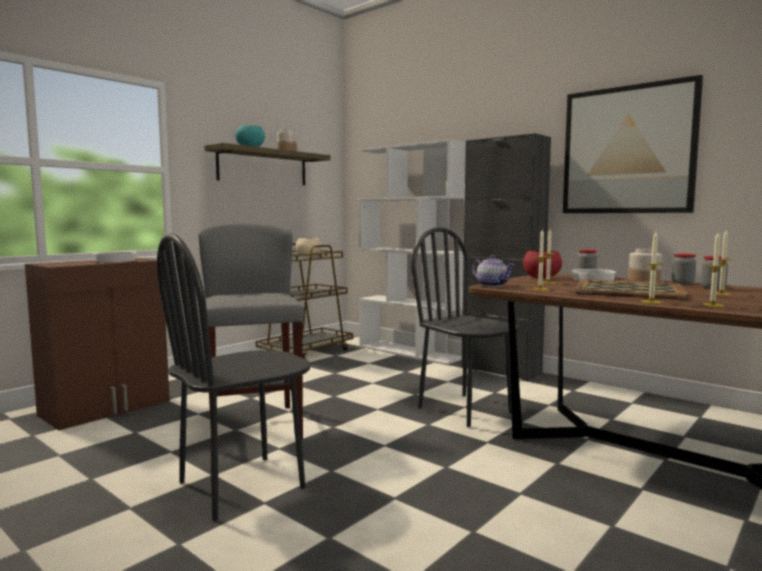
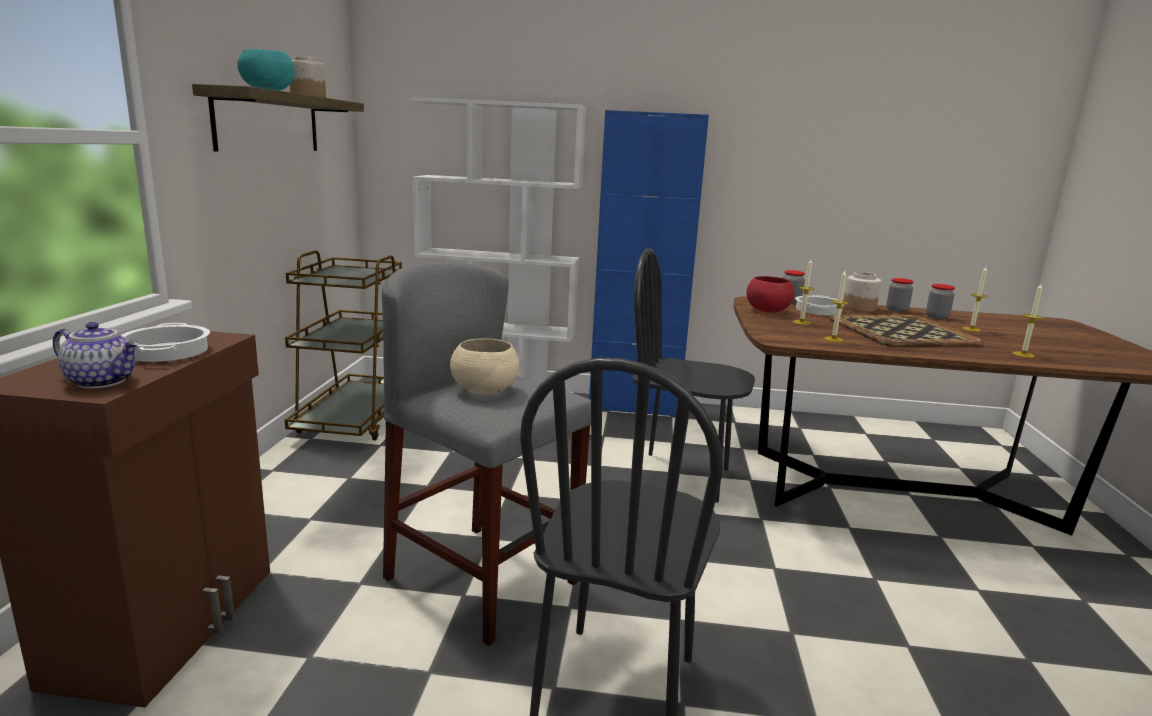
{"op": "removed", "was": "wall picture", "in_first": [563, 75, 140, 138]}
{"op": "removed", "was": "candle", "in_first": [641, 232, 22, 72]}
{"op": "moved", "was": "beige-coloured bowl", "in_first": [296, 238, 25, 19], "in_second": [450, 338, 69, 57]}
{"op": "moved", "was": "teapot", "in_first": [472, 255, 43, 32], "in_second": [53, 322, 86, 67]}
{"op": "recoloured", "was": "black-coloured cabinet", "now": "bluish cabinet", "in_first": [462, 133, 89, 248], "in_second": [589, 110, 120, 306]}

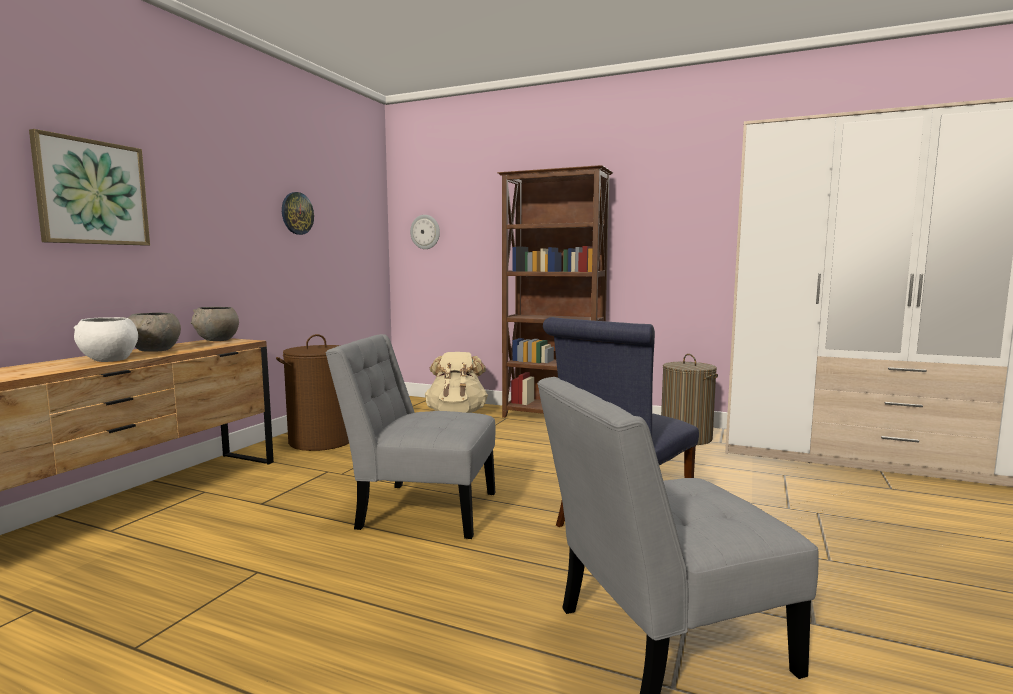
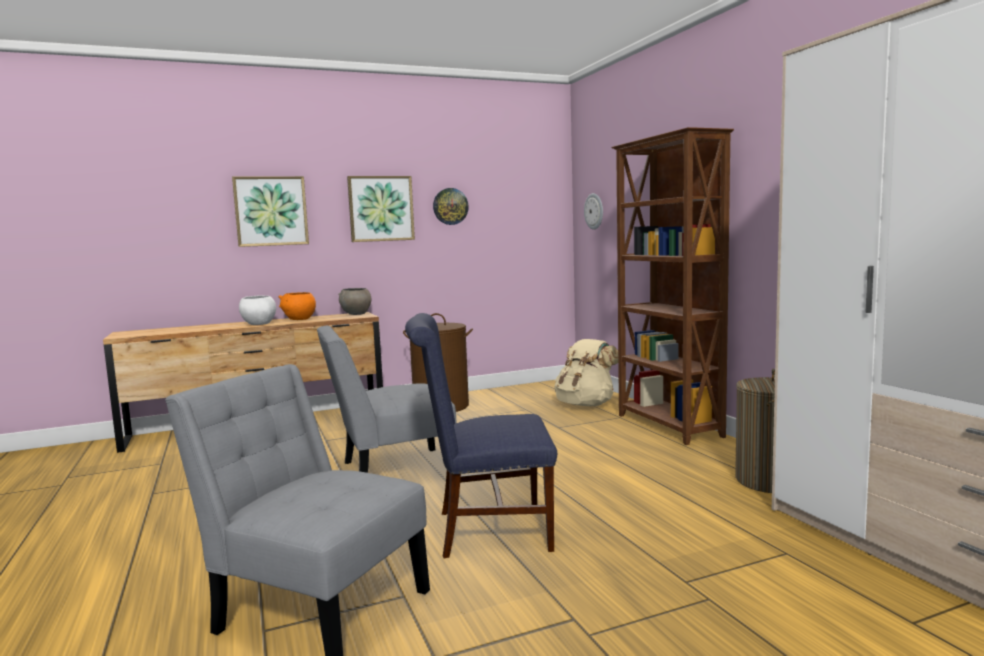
{"op": "added", "now": "wall picture", "in_second": [347, 176, 68, 66]}
{"op": "recoloured", "was": "greyish bowl", "now": "orange-coloured bowl", "in_first": [122, 313, 59, 39], "in_second": [278, 292, 38, 28]}
{"op": "turned", "was": "greyish chair", "in_first": [325, 334, 170, 205], "in_second": [317, 326, 139, 147], "clockwise": -75}

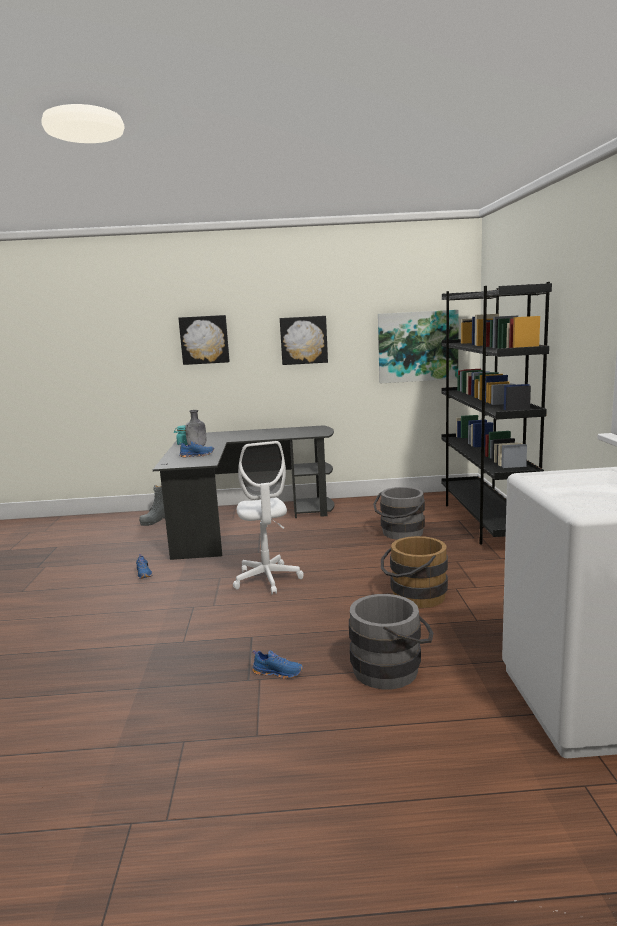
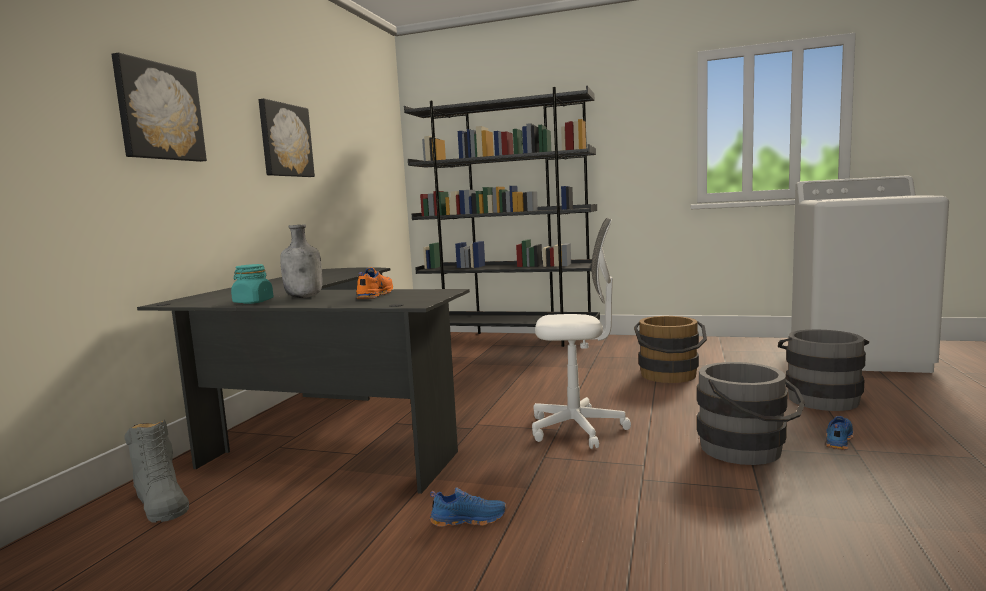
{"op": "removed", "was": "wall picture", "in_first": [378, 310, 81, 73]}
{"op": "moved", "was": "greyish pail", "in_first": [373, 487, 52, 53], "in_second": [697, 362, 108, 103]}
{"op": "recoloured", "was": "bluish item of footwear", "now": "orange-coloured item of footwear", "in_first": [179, 441, 35, 16], "in_second": [356, 267, 37, 32]}

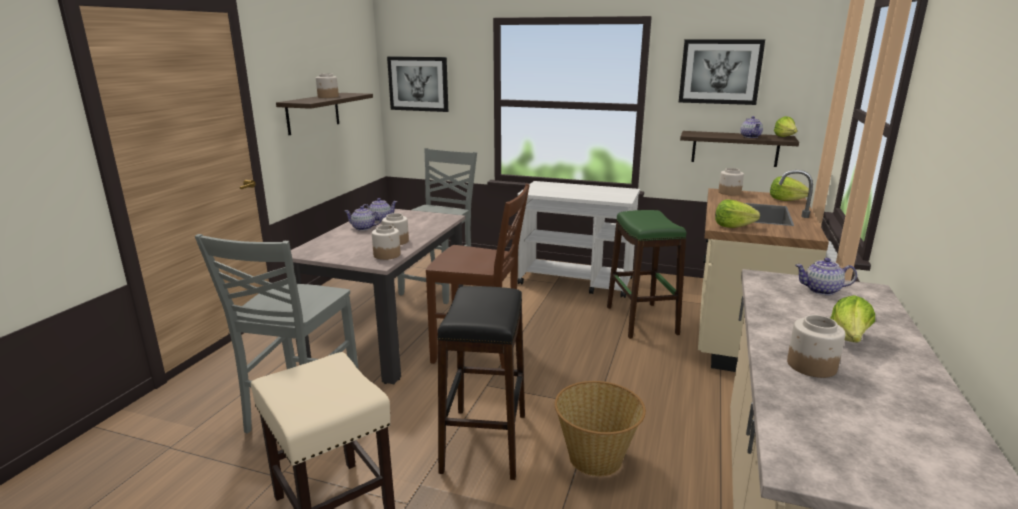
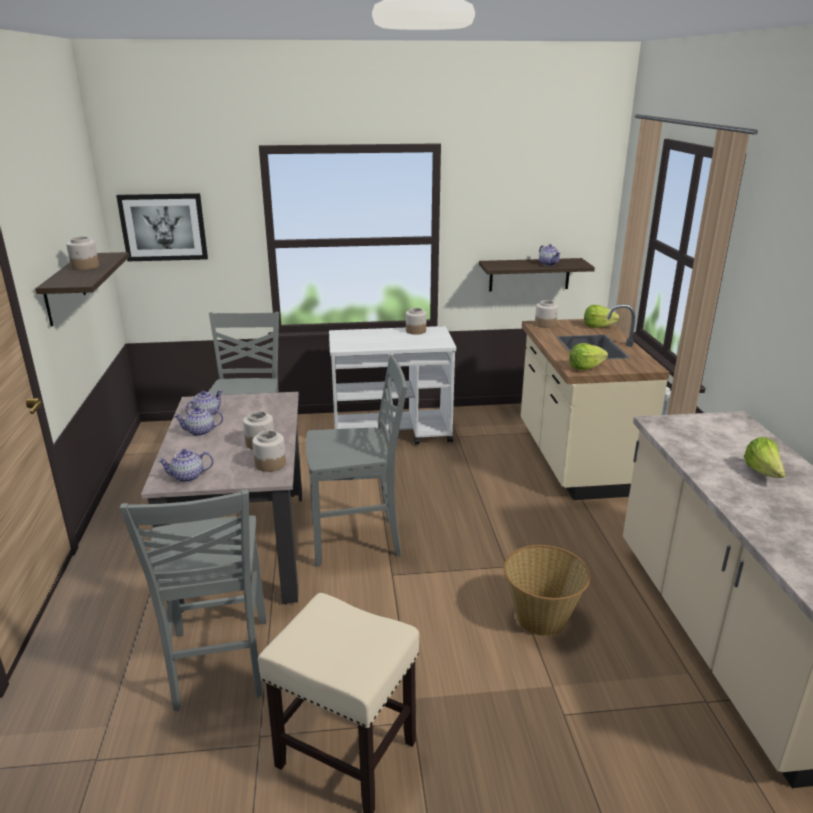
{"op": "removed", "was": "black-coloured stool", "in_first": [438, 286, 87, 194]}
{"op": "removed", "was": "green-coloured stool", "in_first": [607, 210, 79, 129]}
{"op": "removed", "was": "wall picture", "in_first": [679, 39, 86, 66]}
{"op": "removed", "was": "head of lettuce", "in_first": [774, 116, 23, 21]}
{"op": "moved", "was": "preserve jar", "in_first": [787, 315, 59, 63], "in_second": [406, 308, 20, 27]}
{"op": "moved", "was": "teapot", "in_first": [795, 258, 62, 37], "in_second": [157, 449, 57, 33]}
{"op": "recoloured", "was": "brownish chair", "now": "greyish chair", "in_first": [426, 184, 104, 185], "in_second": [306, 355, 102, 211]}

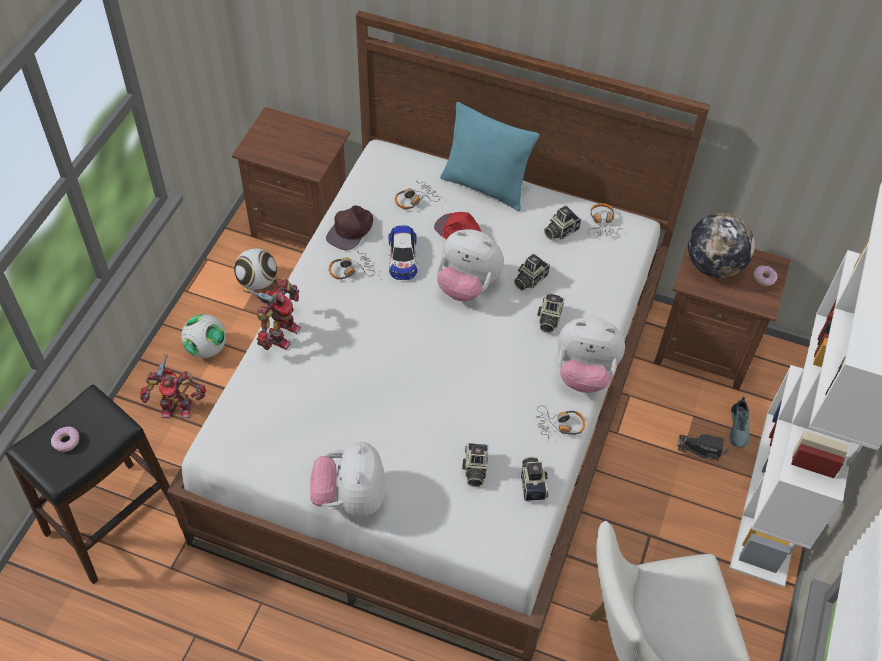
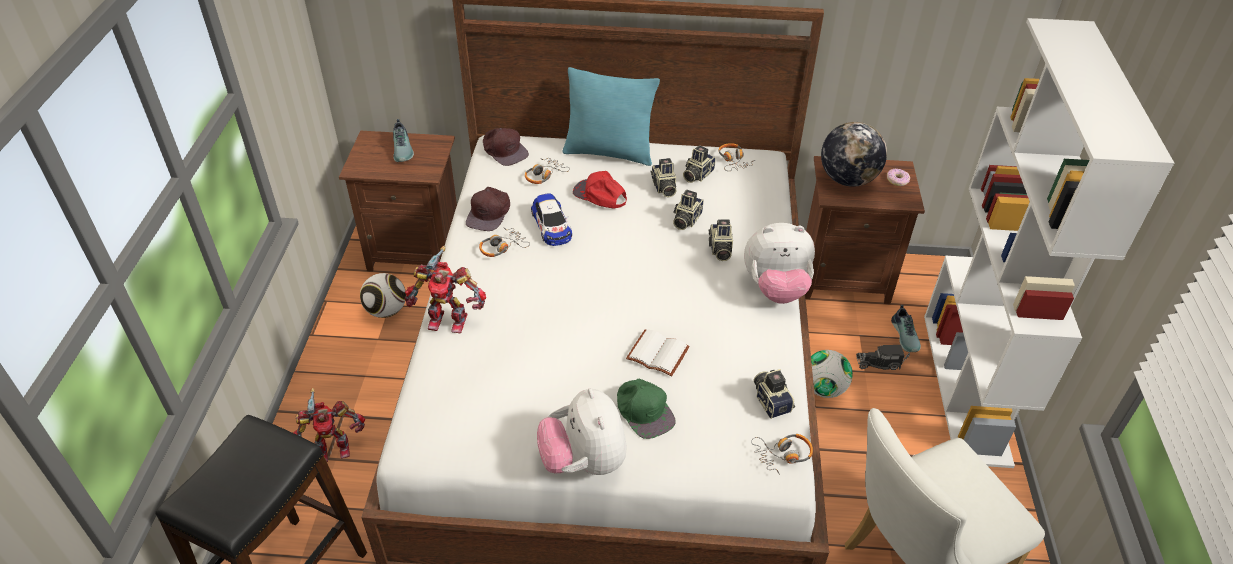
{"op": "removed", "was": "donut", "in_first": [51, 426, 28, 26]}
{"op": "removed", "was": "plush toy", "in_first": [437, 229, 67, 72]}
{"op": "added", "now": "item of footwear", "in_second": [393, 119, 21, 43]}
{"op": "added", "now": "brownish cap", "in_second": [483, 128, 46, 38]}
{"op": "added", "now": "green-coloured cap", "in_second": [617, 379, 59, 60]}
{"op": "added", "now": "white bound book", "in_second": [626, 329, 64, 48]}
{"op": "moved", "was": "ball for football", "in_first": [181, 314, 45, 44], "in_second": [811, 350, 42, 48]}
{"op": "moved", "was": "photo camera", "in_first": [462, 443, 26, 44], "in_second": [651, 158, 26, 39]}
{"op": "moved", "was": "headset", "in_first": [536, 405, 49, 34], "in_second": [751, 434, 62, 41]}
{"op": "turned", "was": "robot figure", "in_first": [244, 278, 57, 72], "in_second": [405, 246, 81, 87], "clockwise": 90}

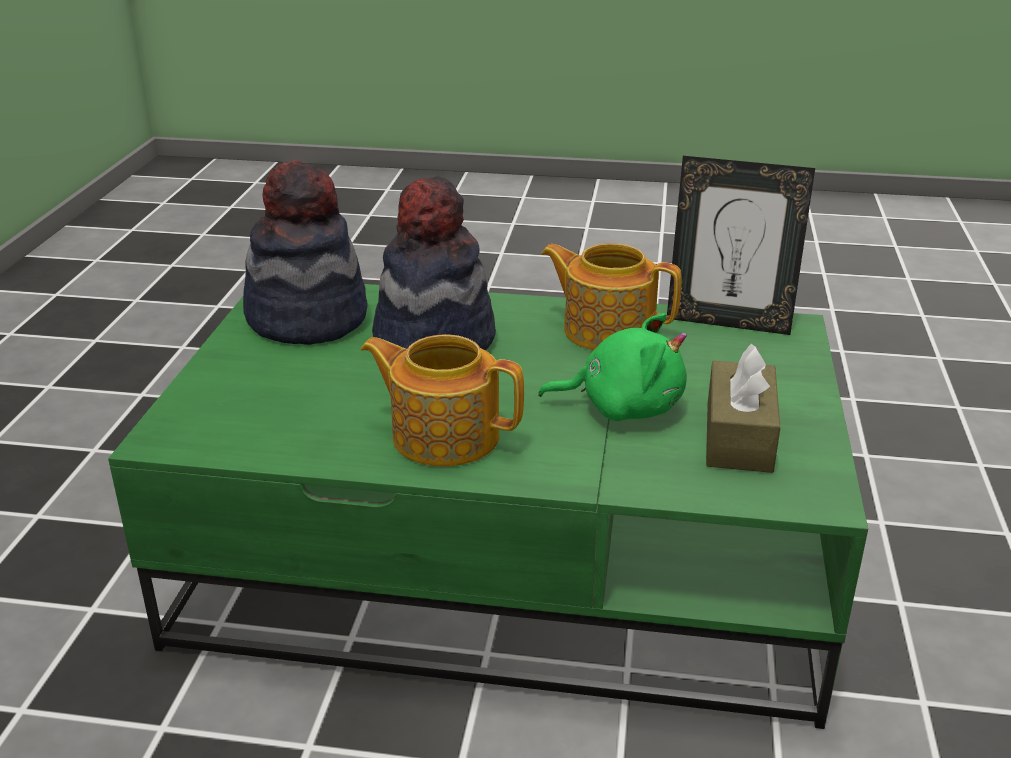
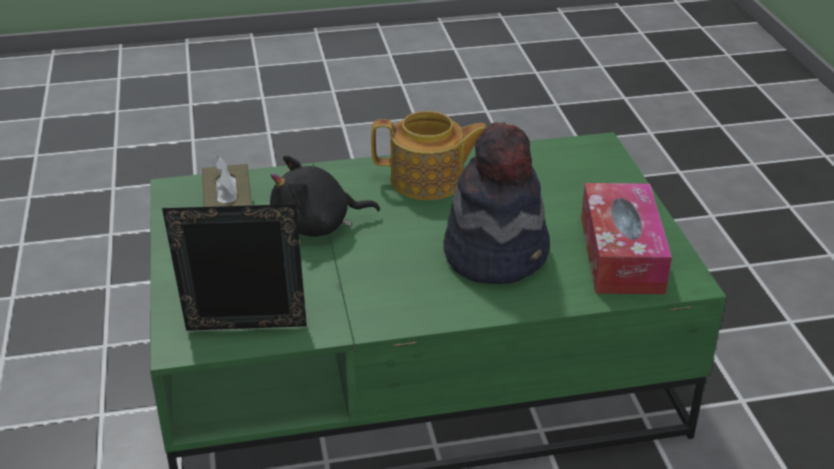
{"op": "removed", "was": "teapot", "in_first": [541, 243, 141, 107]}
{"op": "replaced", "was": "clothing hat", "now": "tissue holder", "in_first": [243, 161, 124, 184], "in_second": [581, 183, 91, 111]}
{"op": "recoloured", "was": "green-coloured plush toy", "now": "black-coloured plush toy", "in_first": [538, 313, 149, 108], "in_second": [270, 155, 110, 82]}

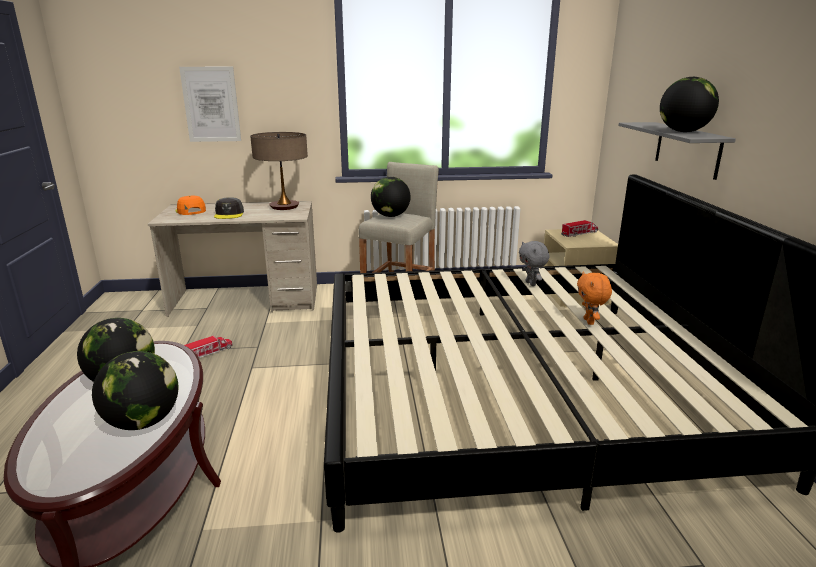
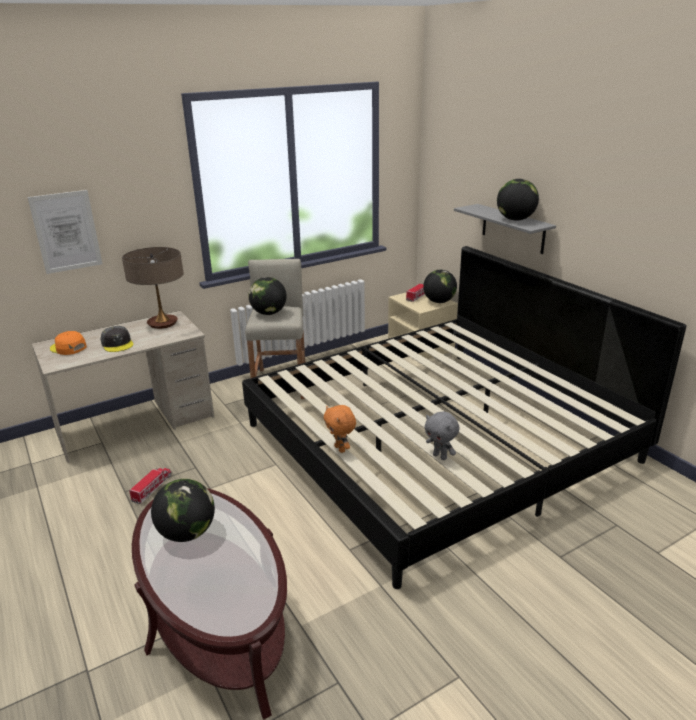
{"op": "moved", "was": "globe", "in_first": [92, 351, 86, 79], "in_second": [423, 270, 34, 33]}
{"op": "moved", "was": "greyish plush toy", "in_first": [519, 241, 30, 45], "in_second": [425, 411, 34, 49]}
{"op": "moved", "was": "orange-coloured plush toy", "in_first": [577, 272, 35, 53], "in_second": [324, 405, 32, 48]}

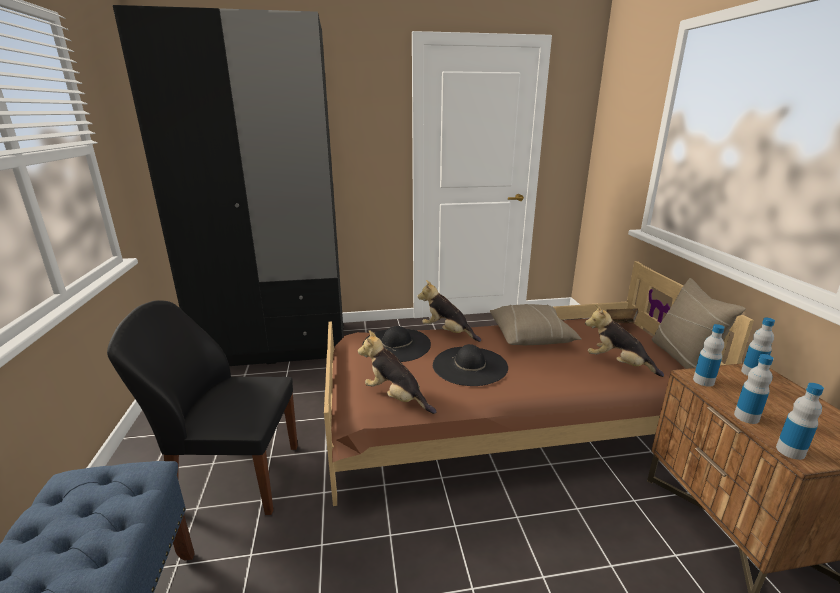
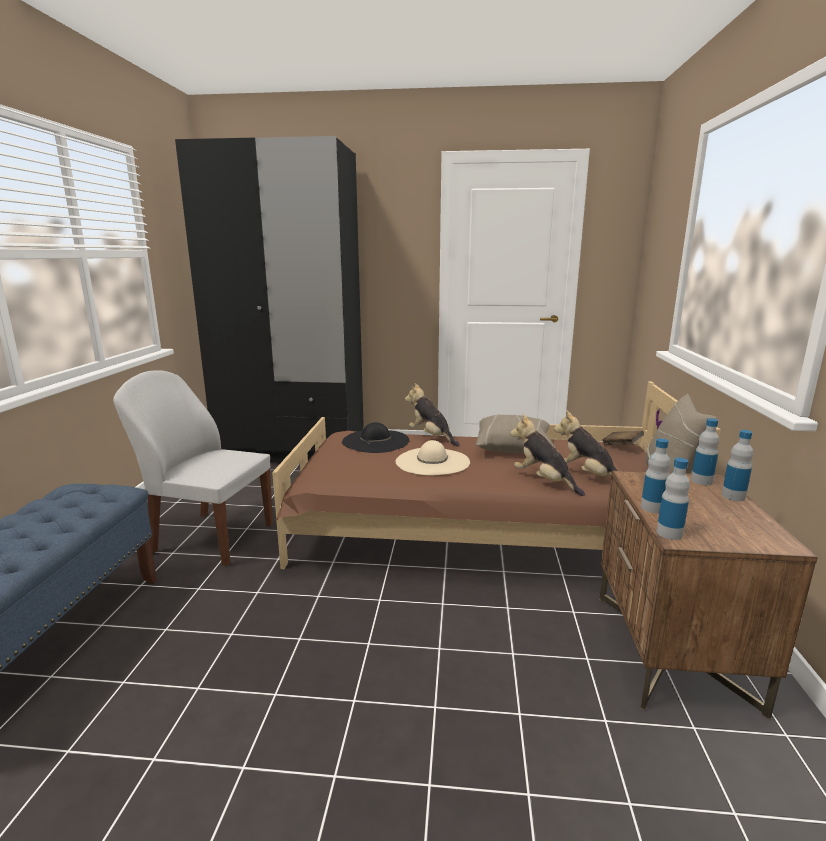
{"op": "moved", "was": "plush toy", "in_first": [358, 330, 79, 84], "in_second": [510, 414, 75, 82]}
{"op": "moved", "was": "beverage bottle", "in_first": [693, 324, 32, 63], "in_second": [722, 430, 31, 71]}
{"op": "recoloured", "was": "black-coloured chair", "now": "white chair", "in_first": [107, 300, 191, 215], "in_second": [113, 370, 160, 196]}
{"op": "recoloured", "was": "black-coloured clothing hat", "now": "beige-coloured clothing hat", "in_first": [433, 344, 75, 42], "in_second": [395, 440, 75, 35]}

